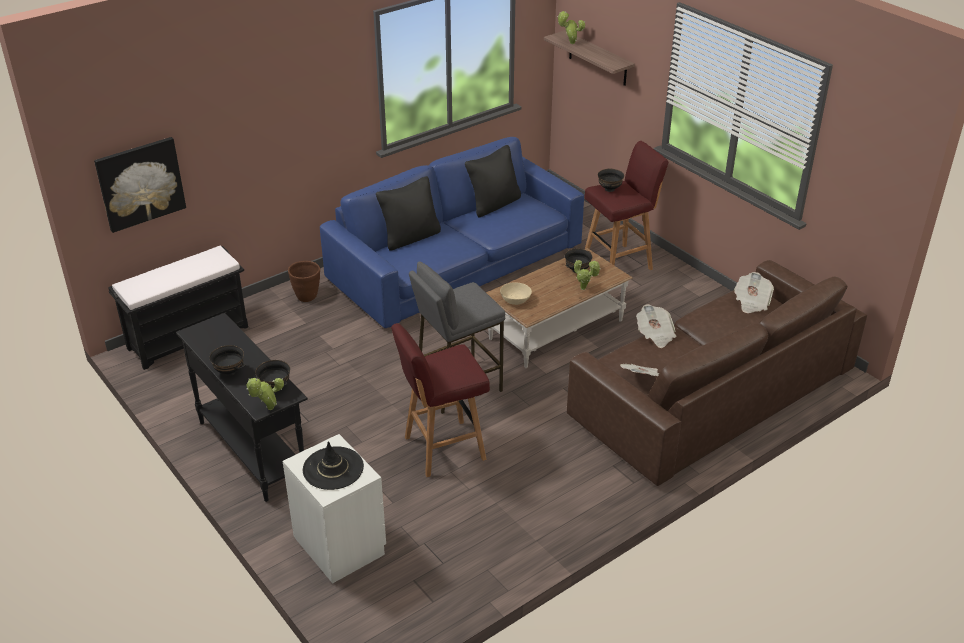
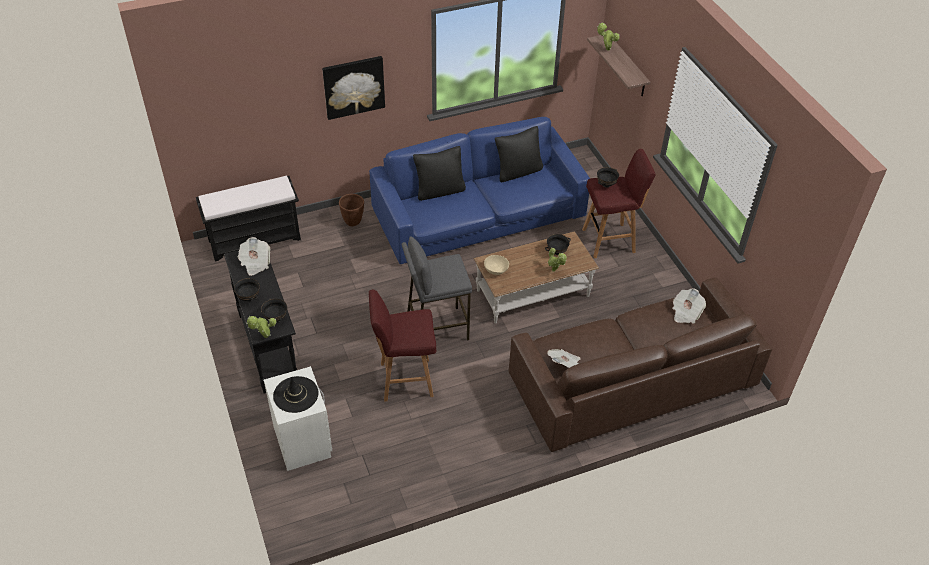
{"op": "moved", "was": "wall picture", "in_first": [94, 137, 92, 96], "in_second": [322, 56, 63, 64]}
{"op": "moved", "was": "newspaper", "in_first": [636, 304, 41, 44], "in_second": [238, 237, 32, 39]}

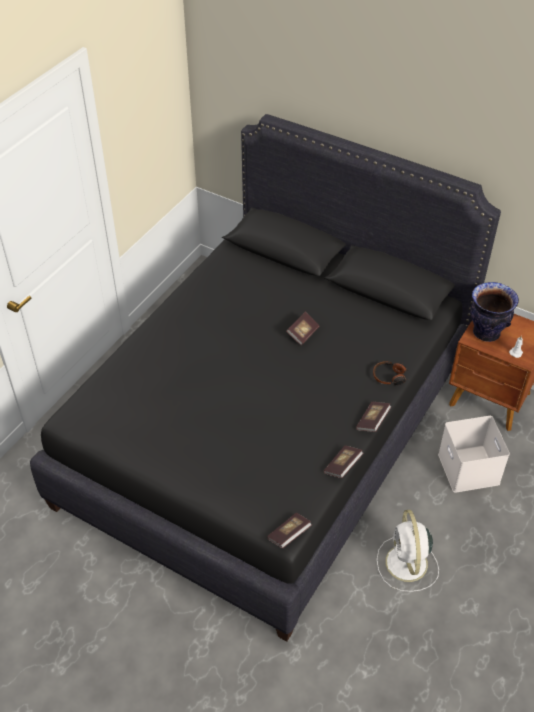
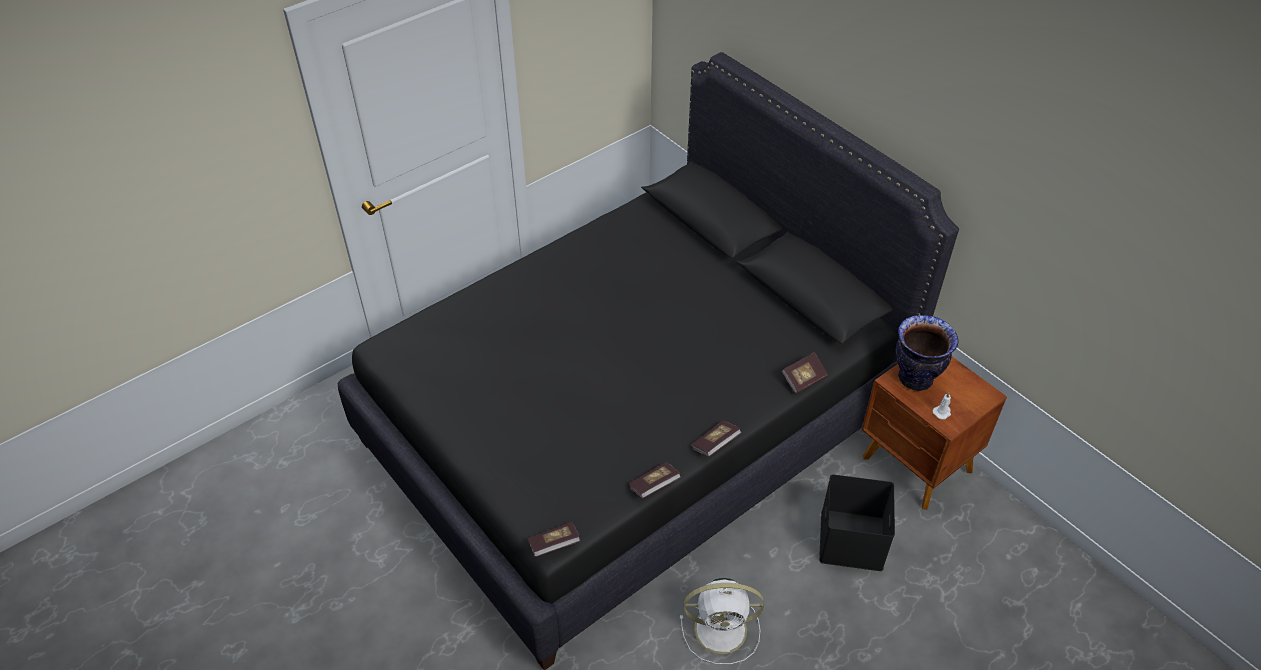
{"op": "removed", "was": "headset", "in_first": [373, 362, 35, 23]}
{"op": "moved", "was": "bound book", "in_first": [286, 312, 33, 33], "in_second": [782, 352, 46, 42]}
{"op": "recoloured", "was": "white storage box", "now": "black-coloured storage box", "in_first": [438, 416, 72, 77], "in_second": [819, 475, 76, 96]}
{"op": "turned", "was": "white electric fan", "in_first": [377, 510, 62, 82], "in_second": [680, 578, 84, 86], "clockwise": -105}

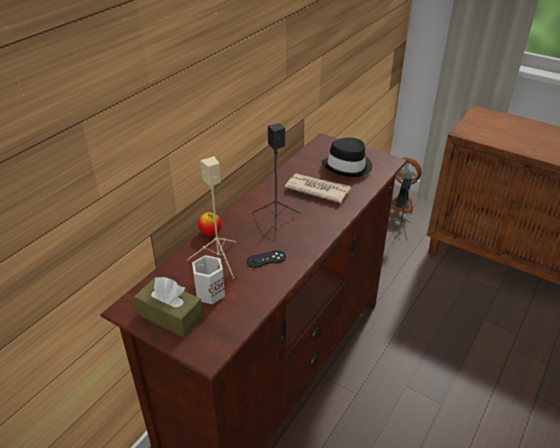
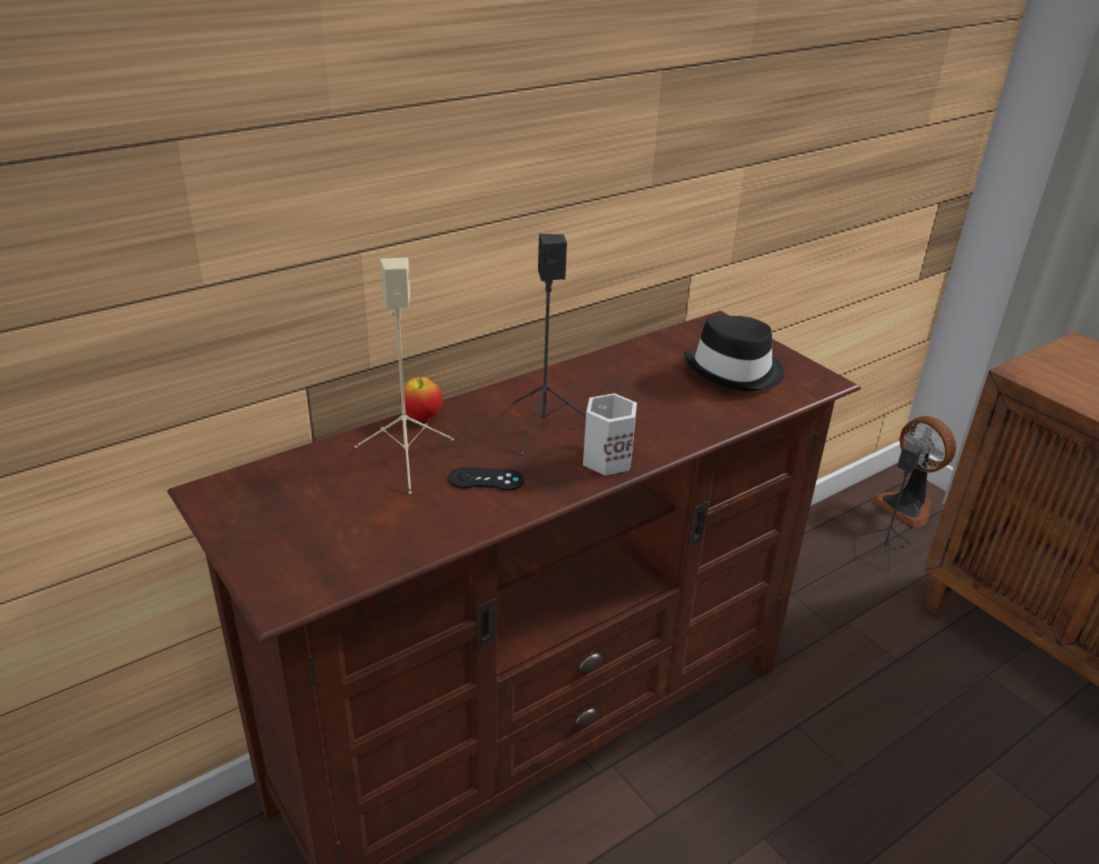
{"op": "removed", "was": "brownish tissue holder", "in_first": [134, 277, 69, 60]}
{"op": "removed", "was": "newspaper", "in_first": [285, 173, 66, 30]}
{"op": "moved", "was": "white mug", "in_first": [192, 255, 33, 49], "in_second": [583, 393, 54, 83]}

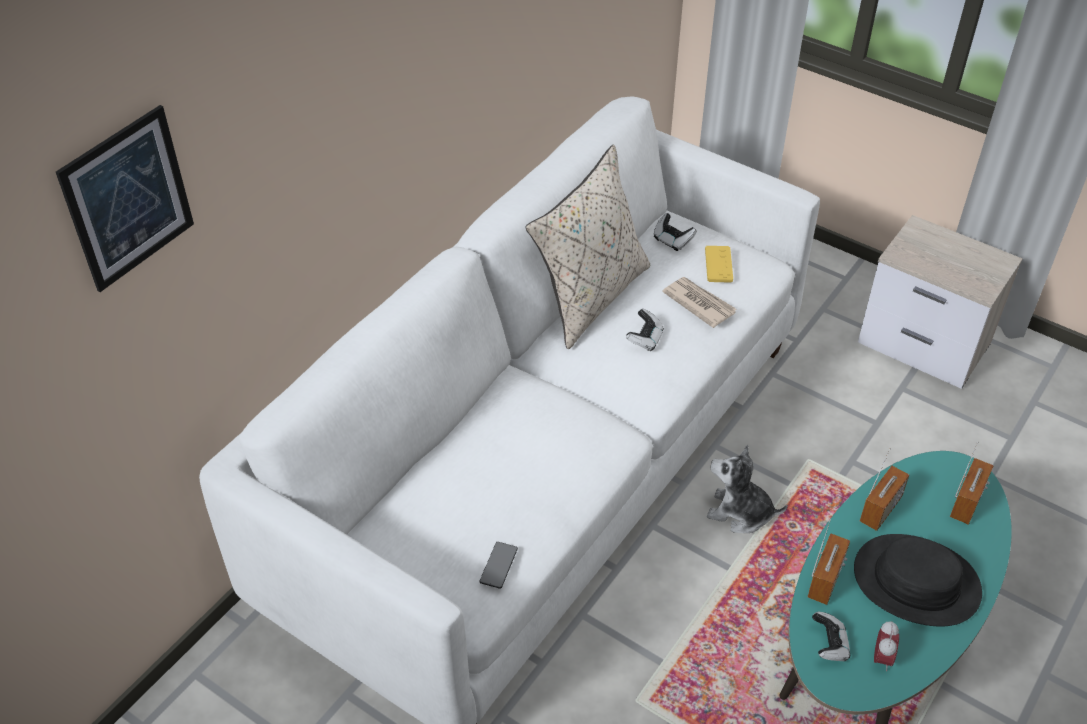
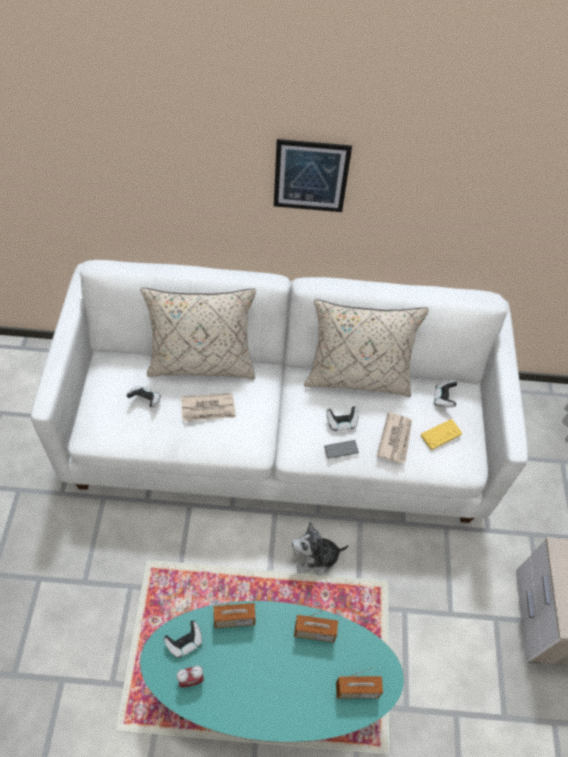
{"op": "removed", "was": "black-coloured clothing hat", "in_first": [854, 534, 128, 92]}
{"op": "added", "now": "joypad", "in_second": [127, 386, 34, 21]}
{"op": "added", "now": "beige-coloured pillow", "in_second": [140, 288, 116, 91]}
{"op": "added", "now": "newspaper", "in_second": [181, 393, 55, 29]}
{"op": "moved", "was": "wall picture", "in_first": [56, 105, 138, 187], "in_second": [274, 139, 78, 73]}
{"op": "moved", "was": "phone", "in_first": [479, 542, 39, 47], "in_second": [324, 440, 35, 19]}
{"op": "turned", "was": "plush toy", "in_first": [707, 445, 81, 88], "in_second": [292, 522, 57, 54], "clockwise": -90}

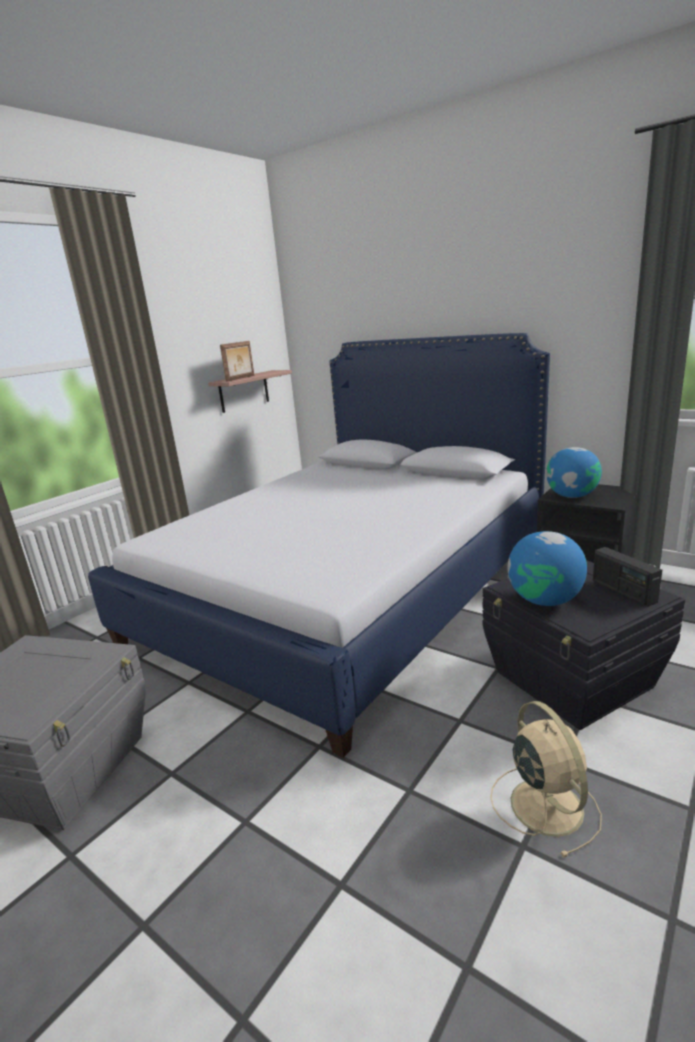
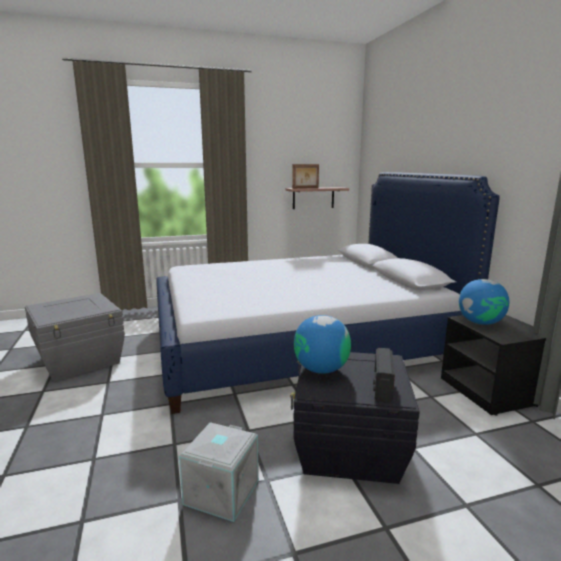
{"op": "replaced", "was": "beige-coloured electric fan", "now": "greyish storage box", "in_first": [490, 701, 112, 156], "in_second": [179, 422, 80, 100]}

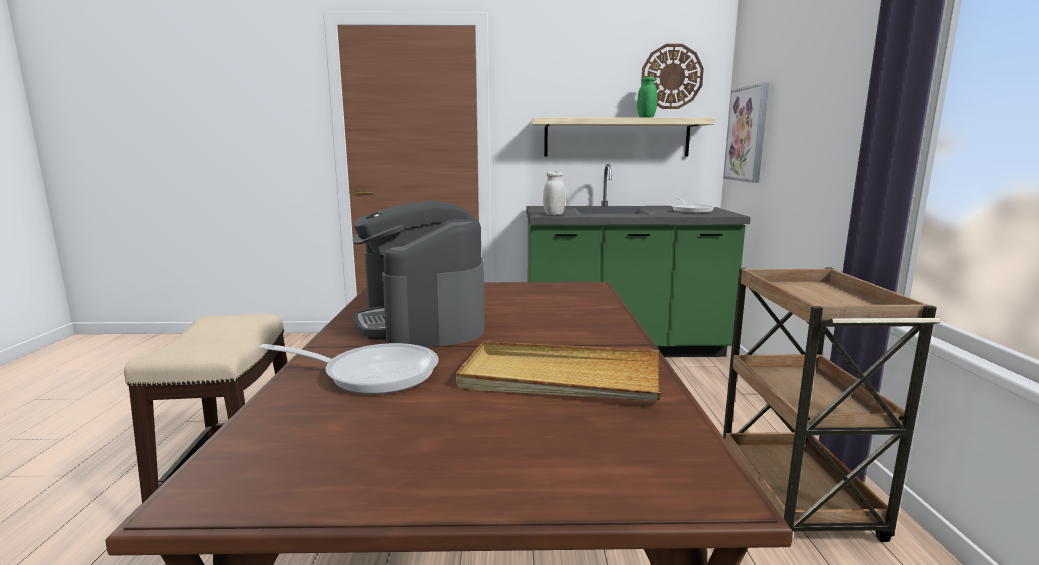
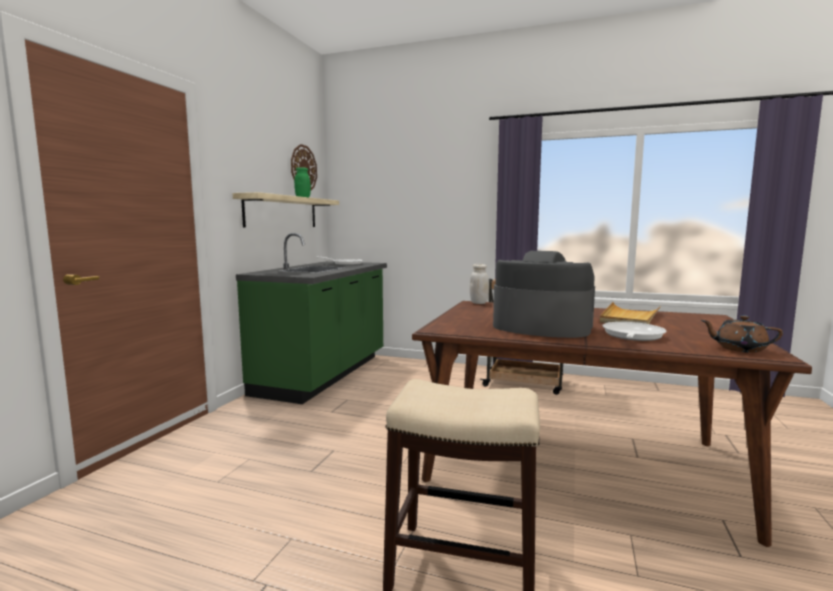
{"op": "removed", "was": "wall picture", "in_first": [723, 82, 46, 101]}
{"op": "added", "now": "brownish teapot", "in_second": [701, 315, 82, 38]}
{"op": "moved", "was": "white preserve jar", "in_first": [543, 172, 22, 43], "in_second": [470, 264, 19, 40]}
{"op": "turned", "was": "coffee machine", "in_first": [352, 201, 133, 146], "in_second": [493, 251, 102, 87], "clockwise": -150}

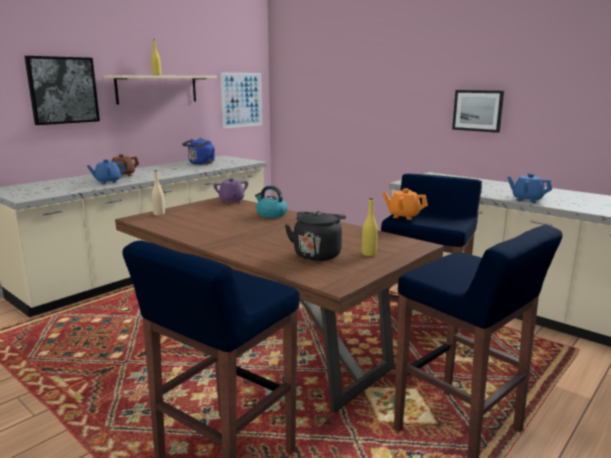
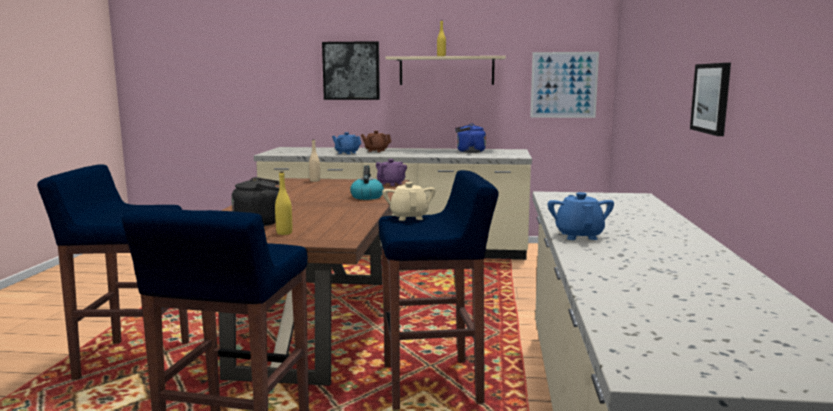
{"op": "recoloured", "was": "orange-coloured teapot", "now": "beige-coloured teapot", "in_first": [383, 188, 45, 32], "in_second": [382, 182, 54, 39]}

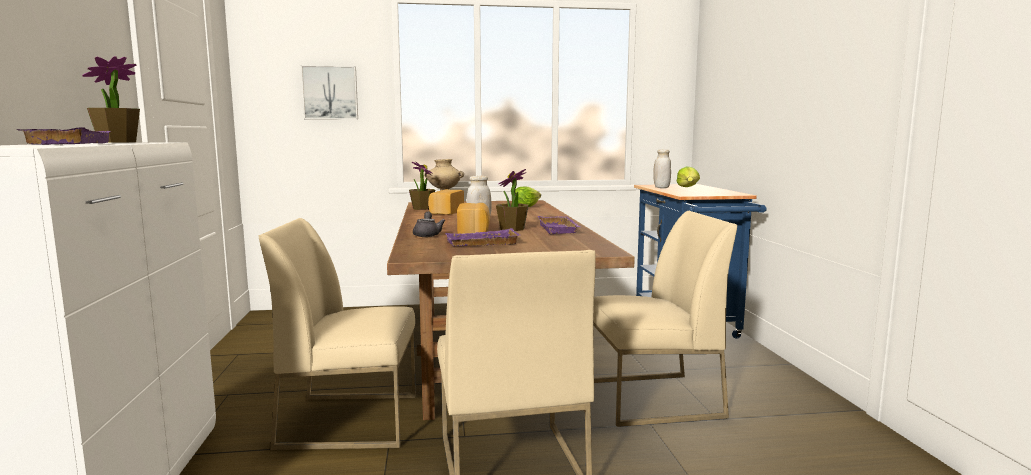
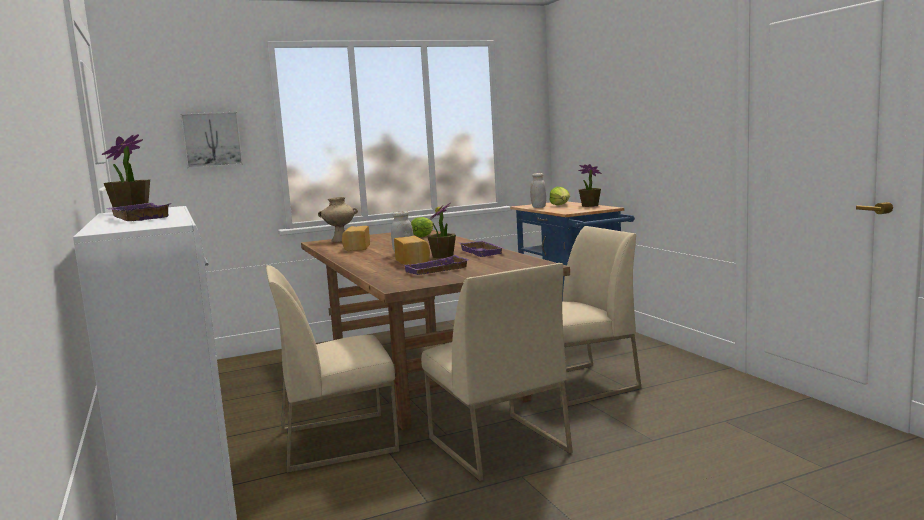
{"op": "removed", "was": "greyish teapot", "in_first": [413, 212, 33, 25]}
{"op": "moved", "was": "houseplant", "in_first": [409, 162, 26, 48], "in_second": [578, 164, 23, 43]}

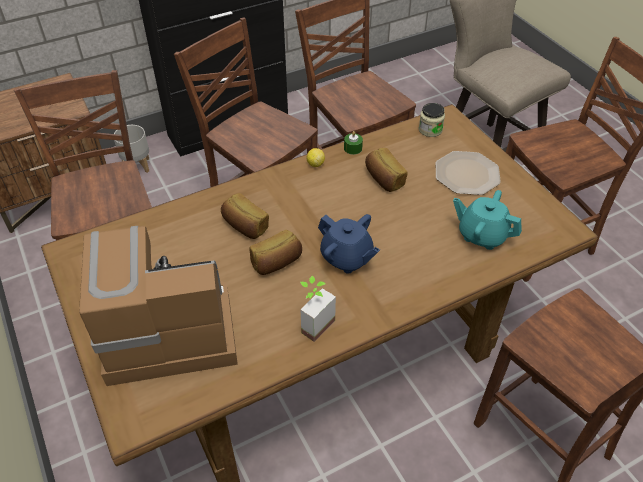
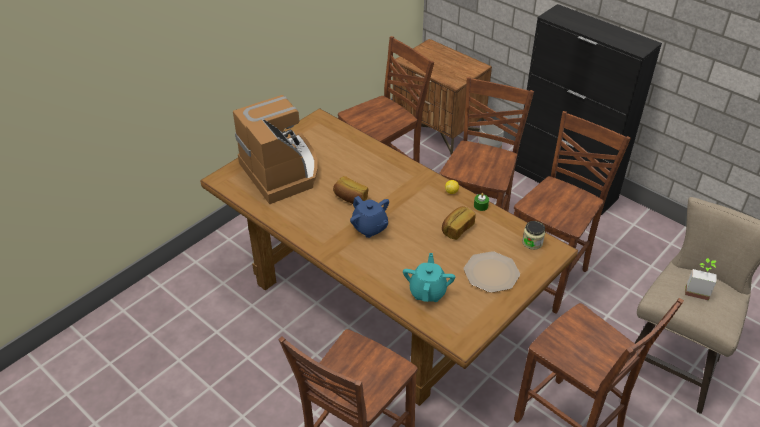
{"op": "removed", "was": "bakery bread", "in_first": [221, 193, 48, 46]}
{"op": "moved", "was": "houseplant", "in_first": [300, 276, 36, 66], "in_second": [685, 258, 32, 42]}
{"op": "turned", "was": "bluish teapot", "in_first": [318, 214, 62, 60], "in_second": [350, 196, 39, 42], "clockwise": -60}

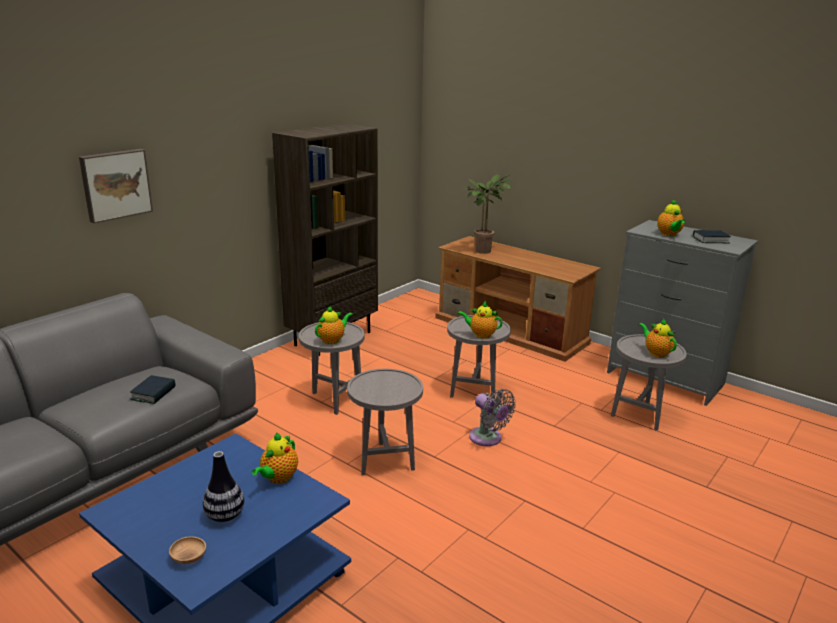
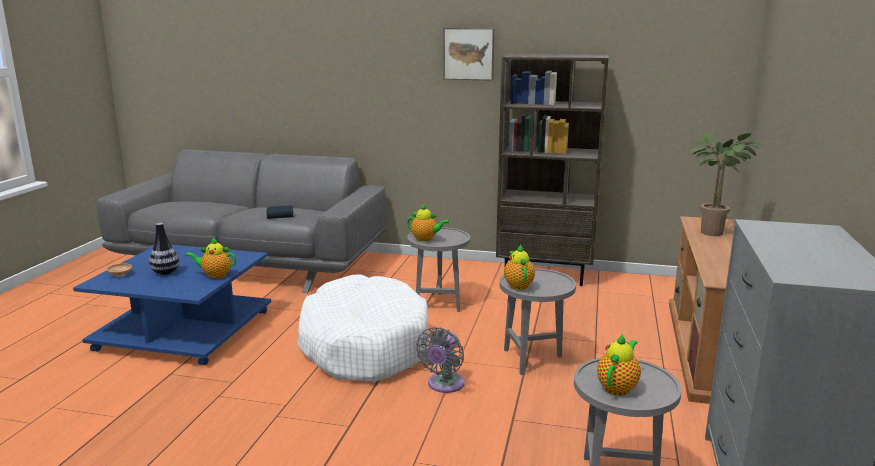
{"op": "removed", "was": "teapot", "in_first": [657, 199, 28, 37]}
{"op": "removed", "was": "bound book", "in_first": [693, 230, 38, 13]}
{"op": "moved", "was": "wall picture", "in_first": [79, 149, 74, 74], "in_second": [443, 28, 52, 53]}
{"op": "replaced", "was": "greyish accent table", "now": "white pet bed", "in_first": [347, 369, 76, 106], "in_second": [297, 274, 133, 108]}

